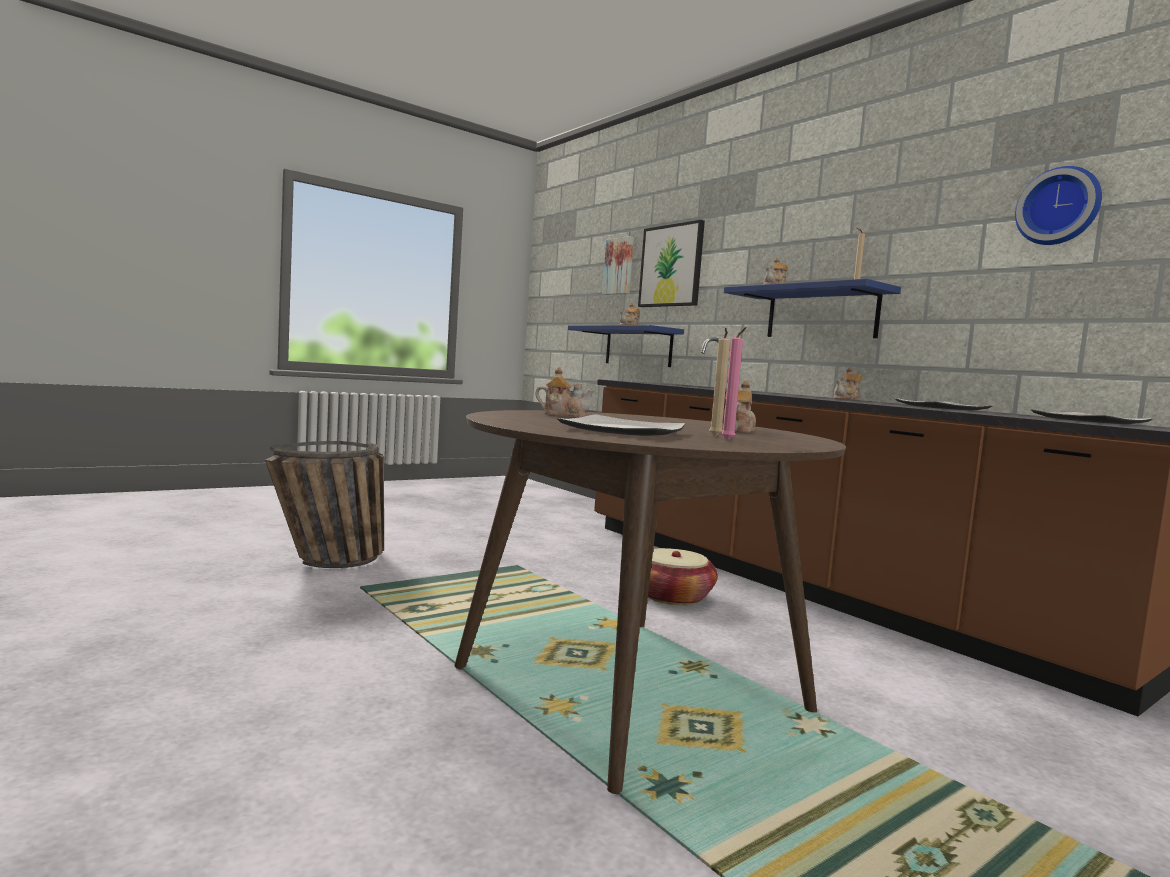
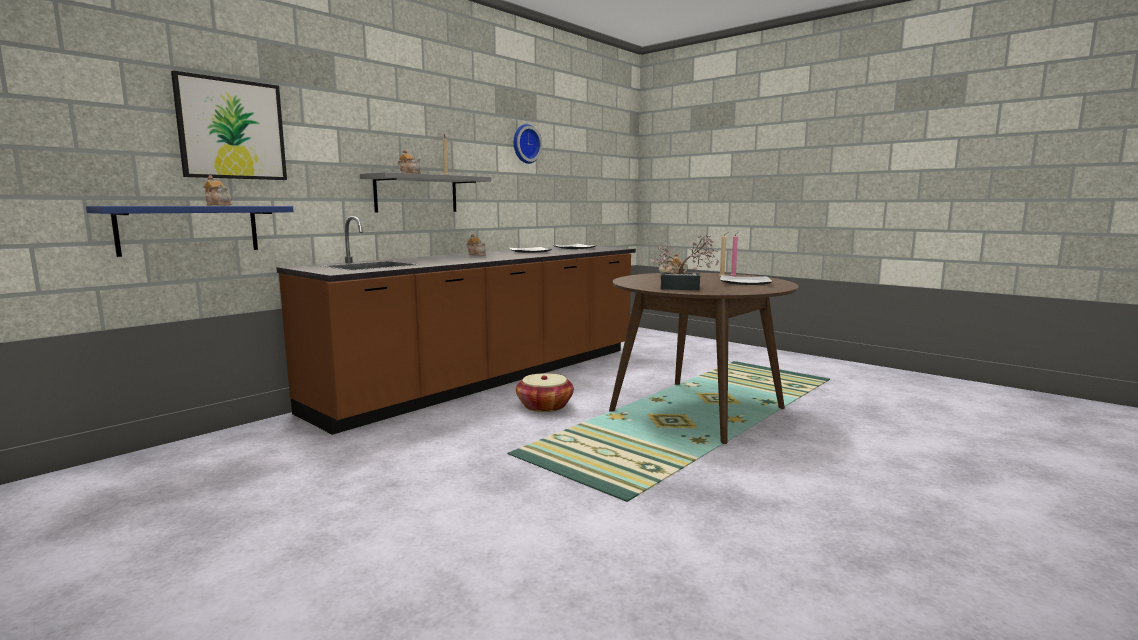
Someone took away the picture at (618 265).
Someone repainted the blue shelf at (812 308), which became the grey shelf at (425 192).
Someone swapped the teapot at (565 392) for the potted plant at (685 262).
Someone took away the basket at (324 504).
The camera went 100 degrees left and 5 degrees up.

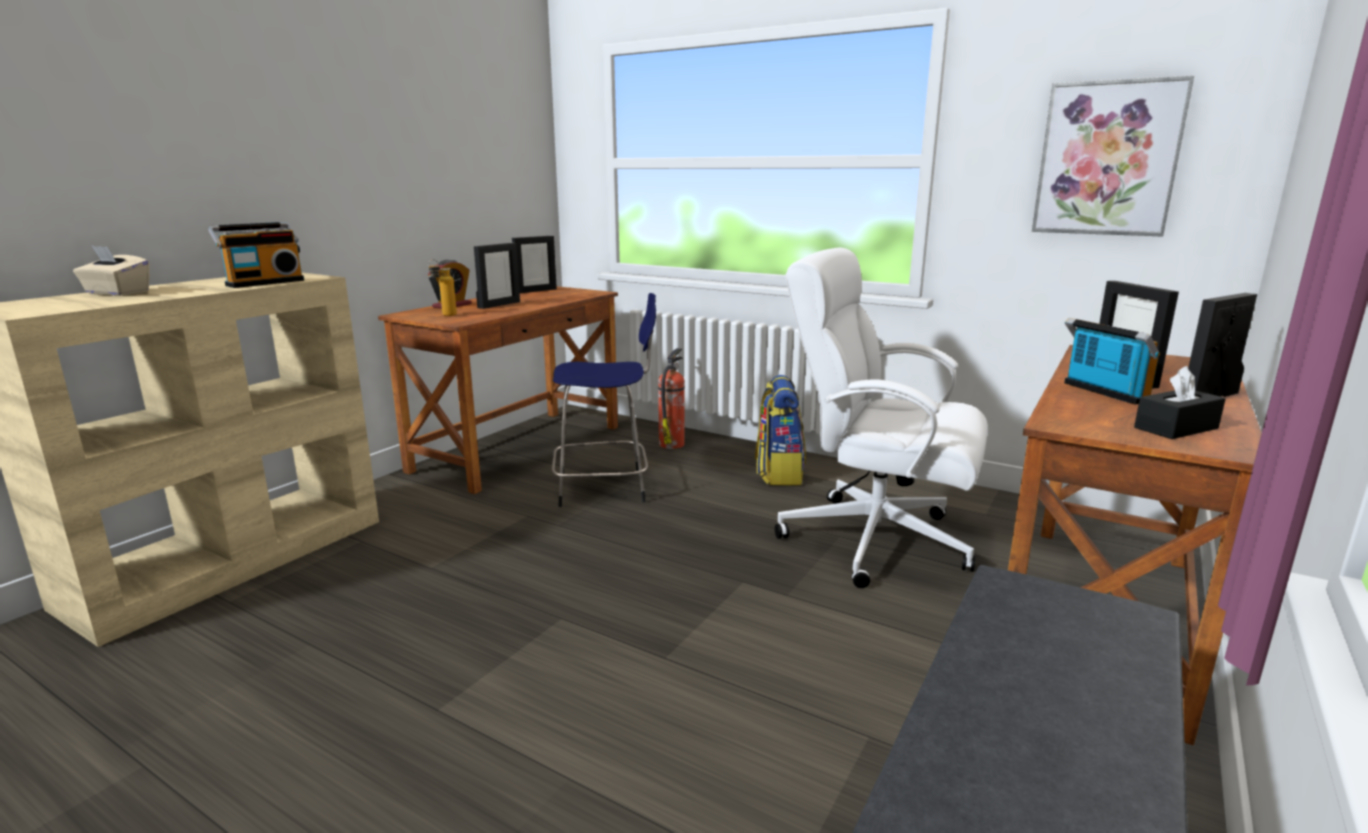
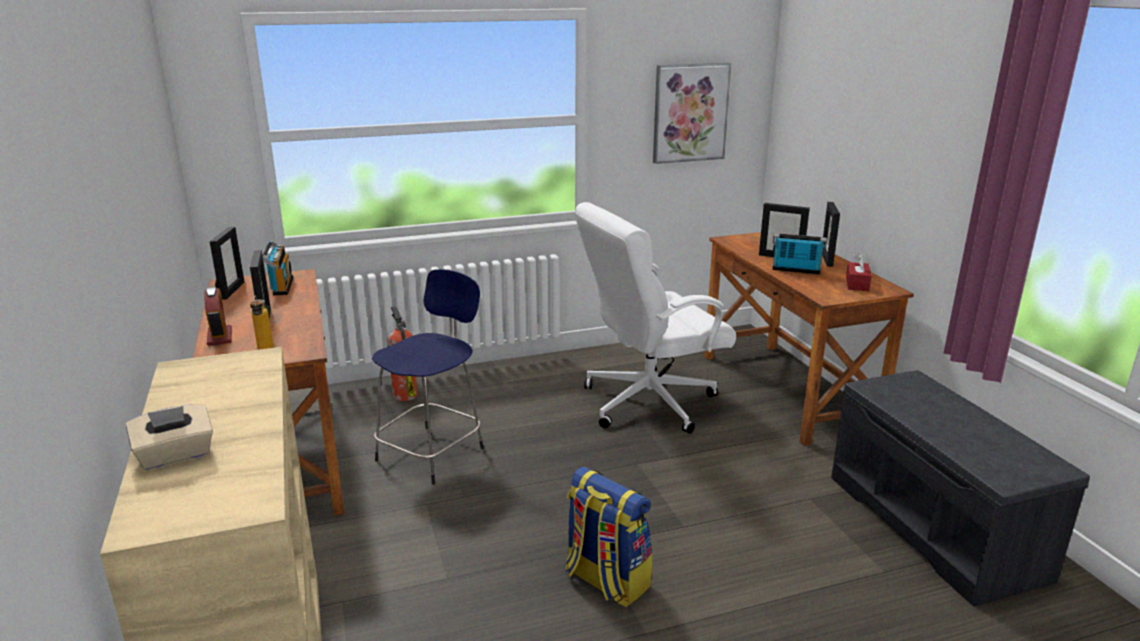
Someone carried the radio from (256 255) to (278 267).
Someone repainted the black tissue box at (1179 402), which became the red tissue box at (859 272).
Someone carried the backpack from (780 430) to (608 537).
The camera went 50 degrees left and 5 degrees up.

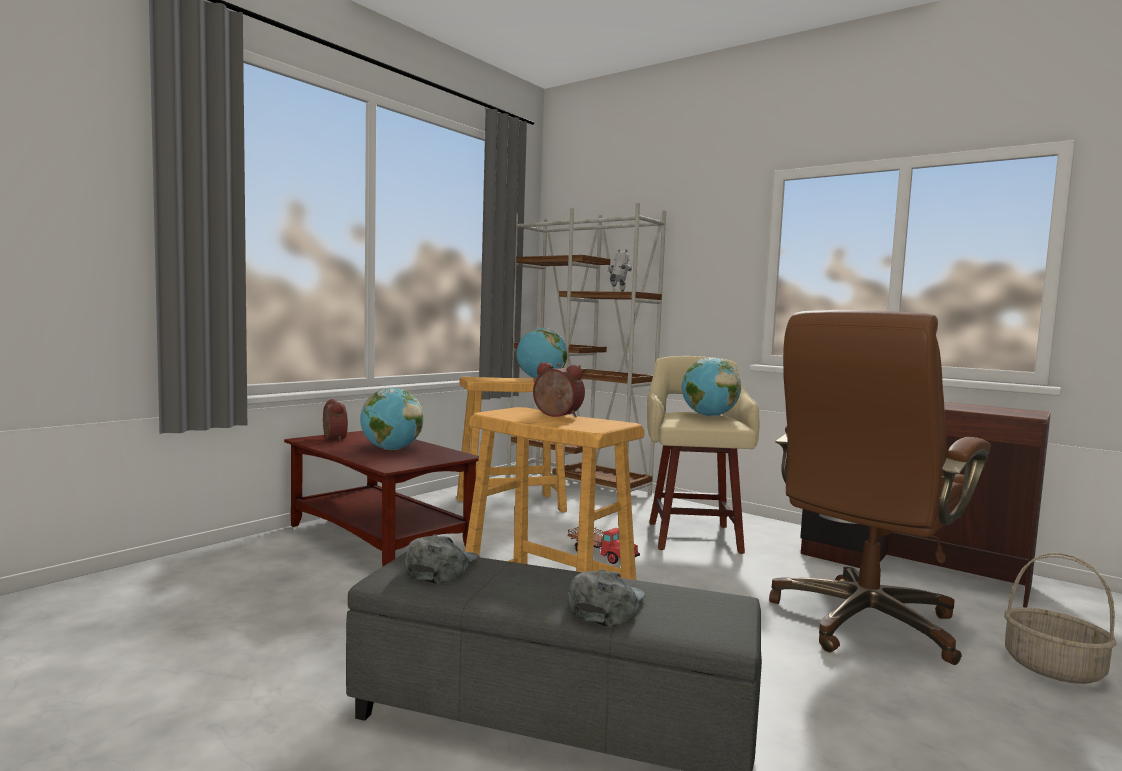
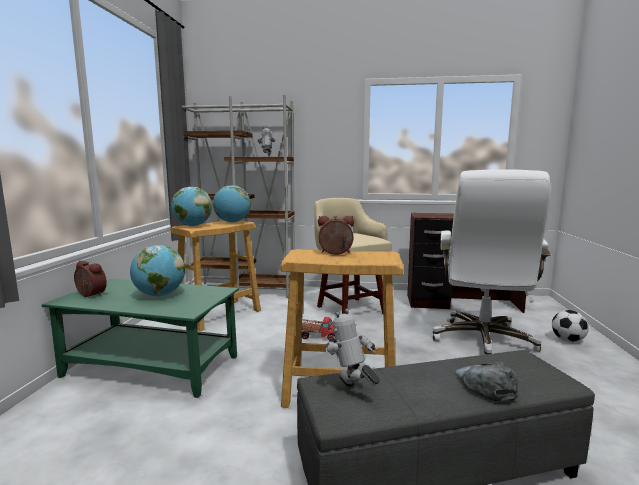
Someone repainted the brown office chair at (880 487), which became the white office chair at (492 262).
Someone carried the globe from (711 387) to (191 206).
Someone repainted the brown coffee table at (381 498), which became the green coffee table at (140 338).
Someone swapped the grey cap at (442 559) for the toy robot at (352 348).
Someone swapped the basket at (1060 618) for the football at (570 326).
The camera went 30 degrees left and 5 degrees up.

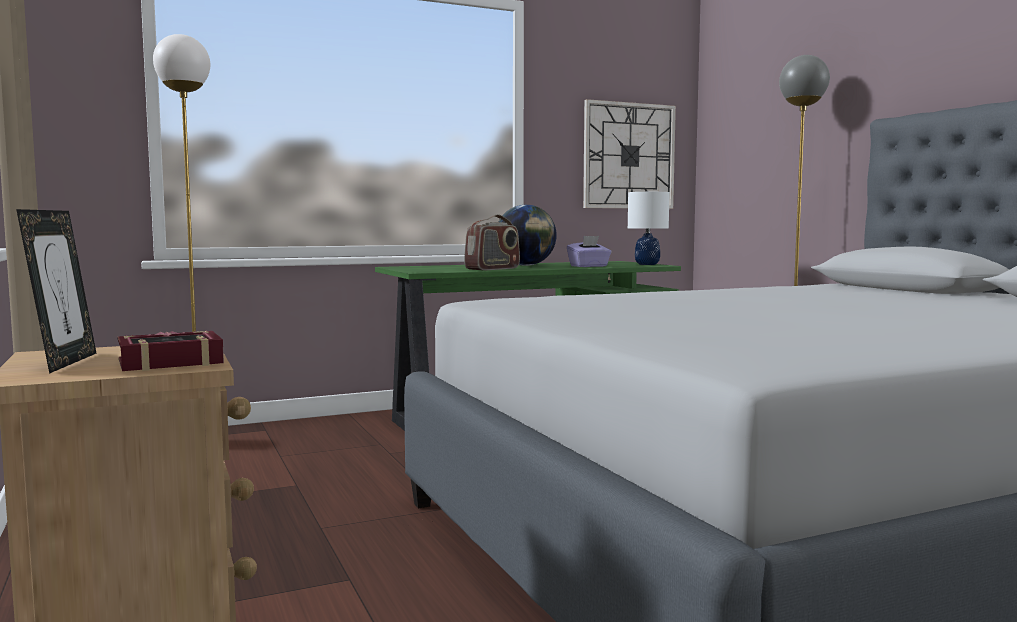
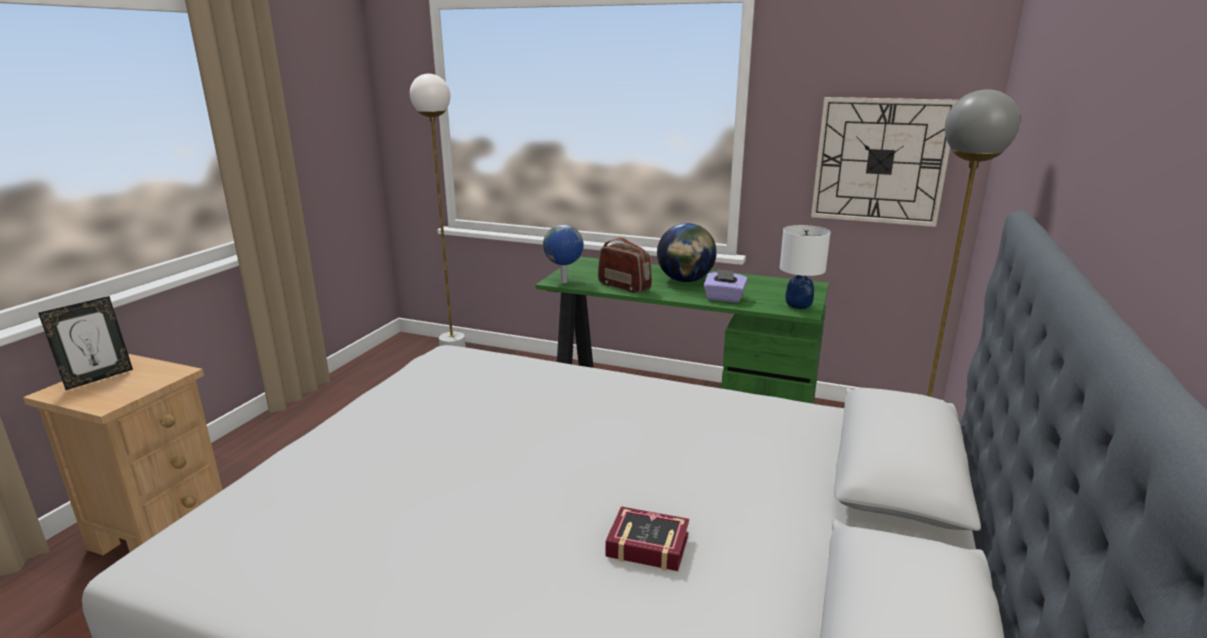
Someone rotated the radio at (492 242) by 135 degrees counterclockwise.
Someone carried the book from (171 350) to (647 538).
Someone put down the globe at (563 254).
The camera went 45 degrees right and 15 degrees up.

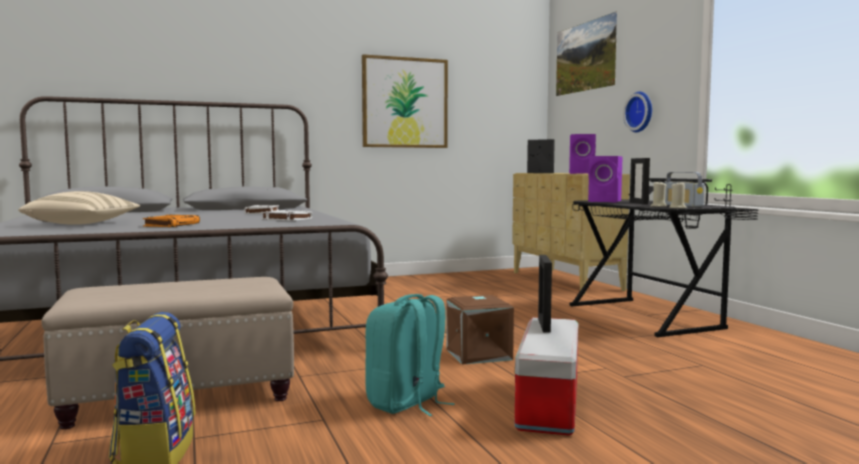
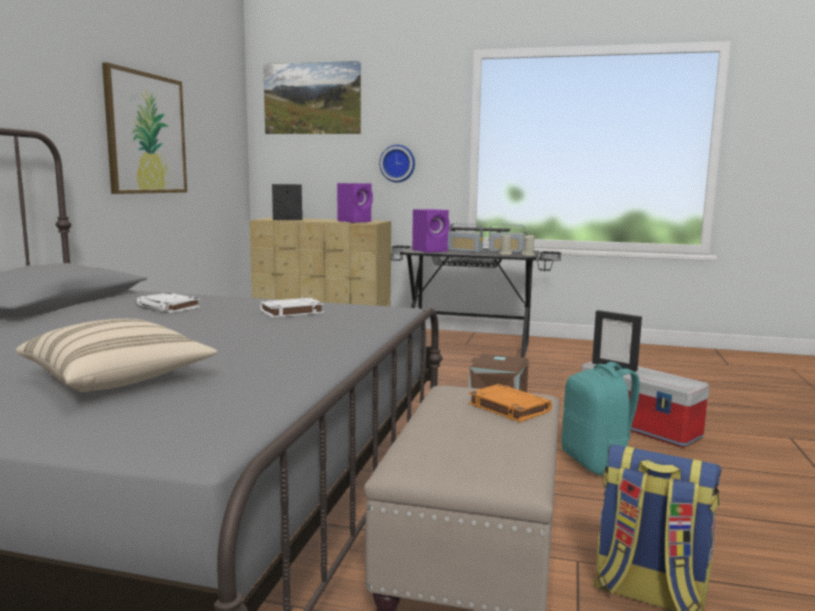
Someone swapped the picture frame at (640 181) for the radio at (465 238).
Someone carried the orange book from (171 220) to (510 403).
The camera went 55 degrees left and 5 degrees up.

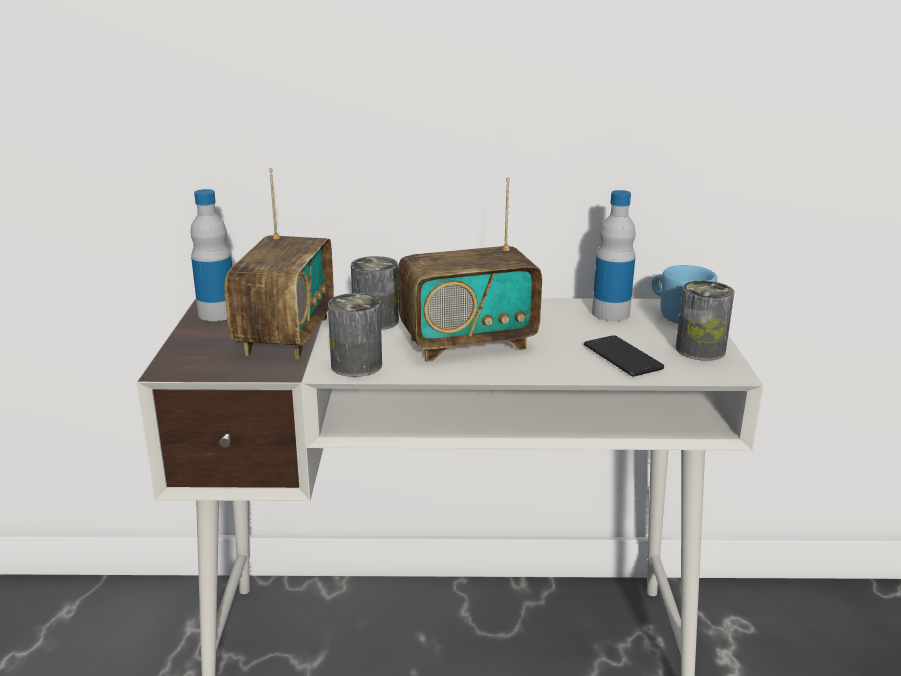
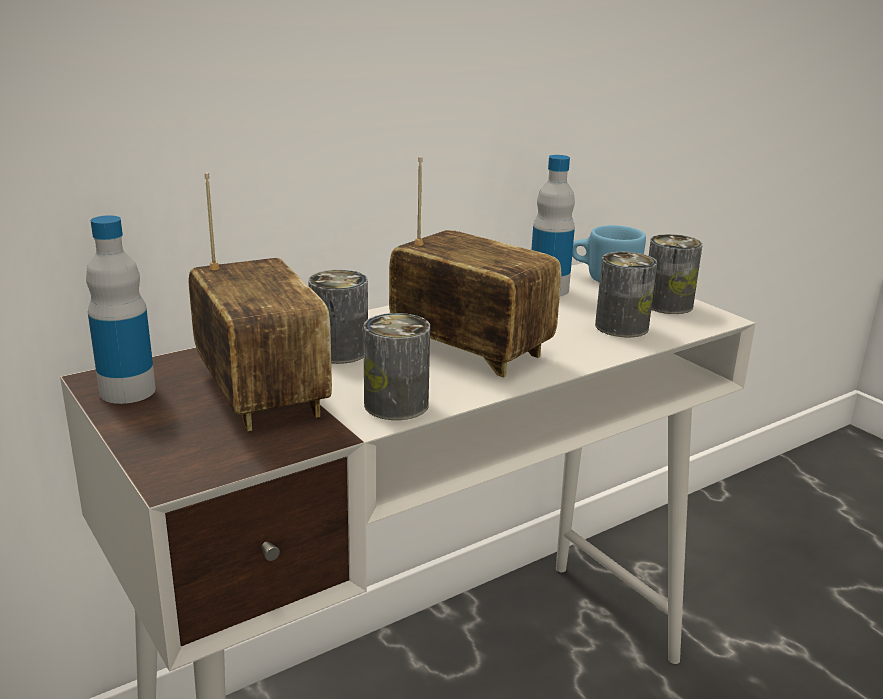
Someone rotated the radio at (470 270) by 90 degrees counterclockwise.
Someone swapped the phone at (624 356) for the can at (626 295).
The camera went 35 degrees left and 0 degrees up.

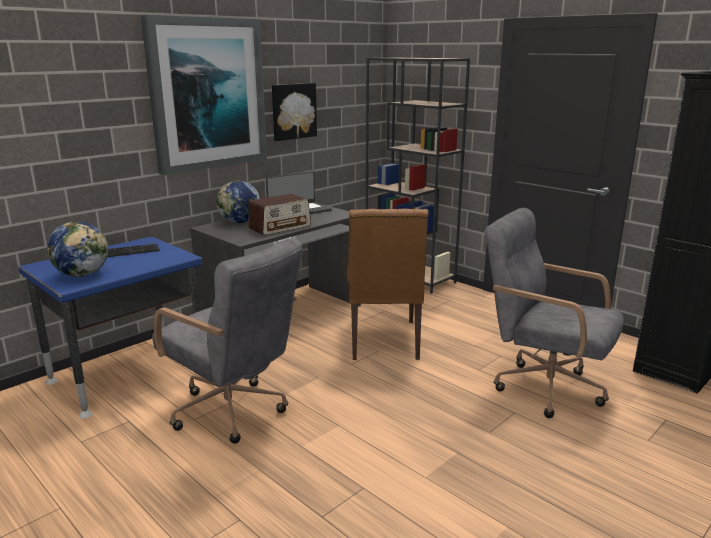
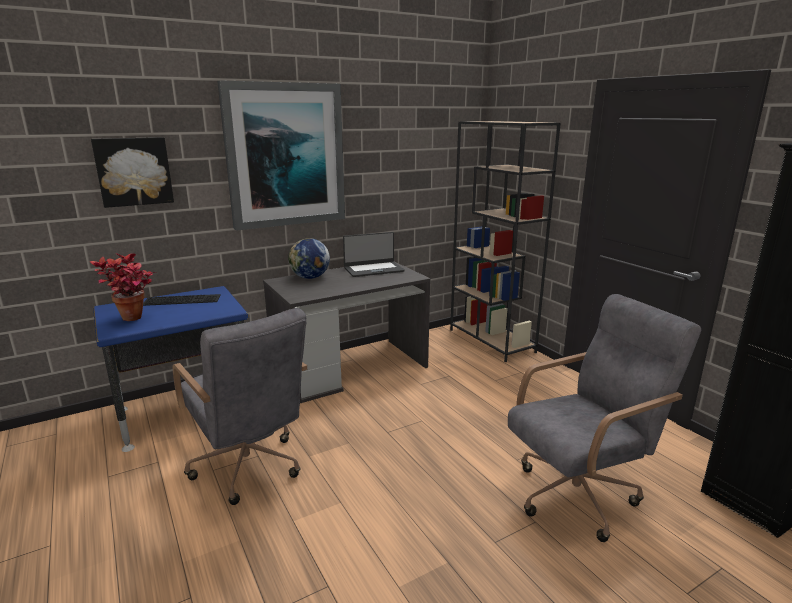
Someone carried the picture from (294 112) to (132 172).
Someone took away the radio at (279 215).
Someone rotated the grey office chair at (554 313) by 105 degrees clockwise.
Someone took away the brown chair at (388 284).
Someone swapped the globe at (77 249) for the potted plant at (122 287).
The camera went 15 degrees right and 0 degrees up.

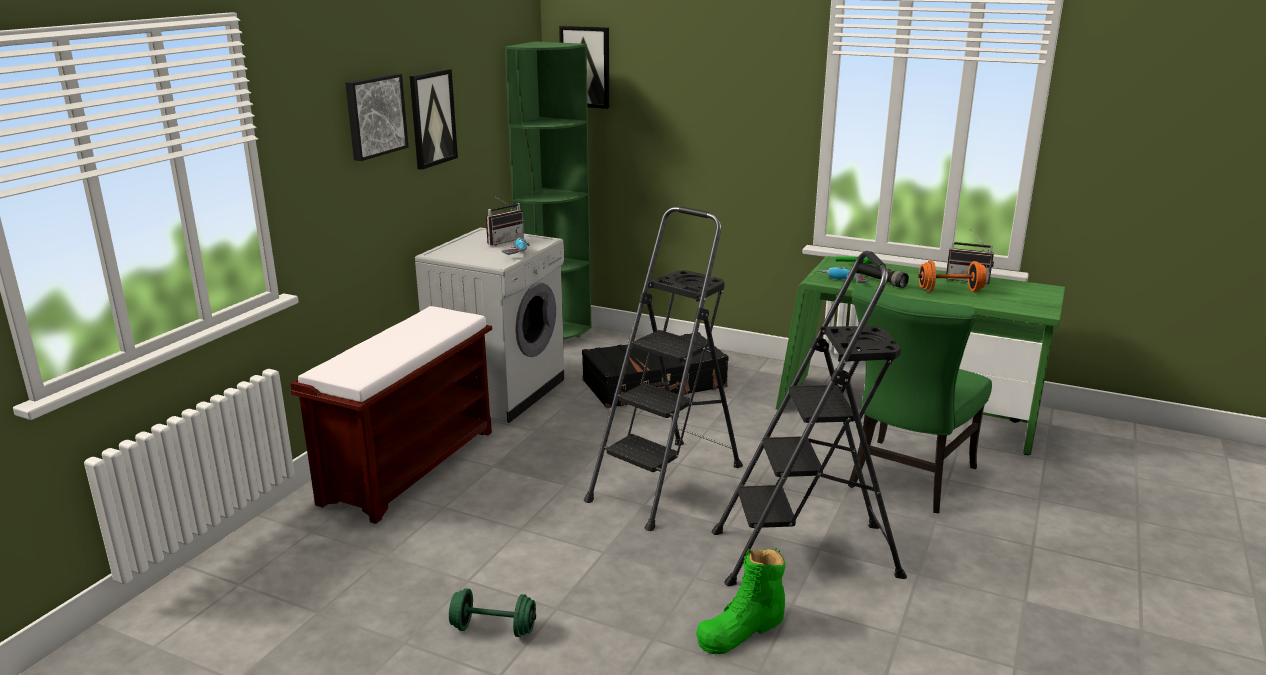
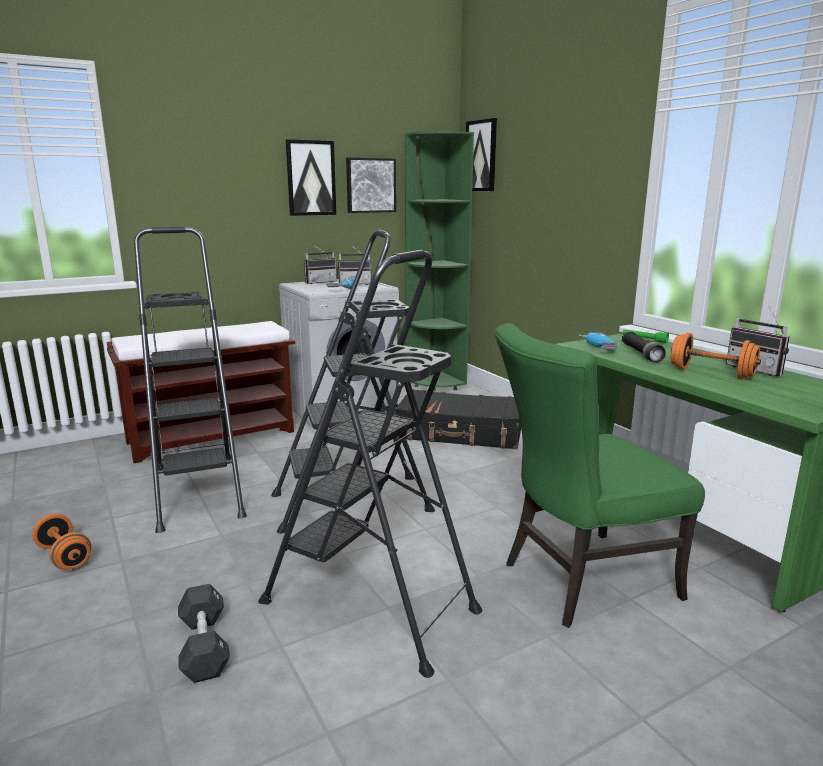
Someone carried the picture from (376 117) to (371 185).
Someone swapped the green boot at (740 601) for the black dumbbell at (204 633).
Someone repainted the green dumbbell at (492 612), which became the orange dumbbell at (61 542).
Someone put down the step ladder at (190 380).
Someone put down the radio at (320 264).
The camera went 35 degrees right and 5 degrees down.

